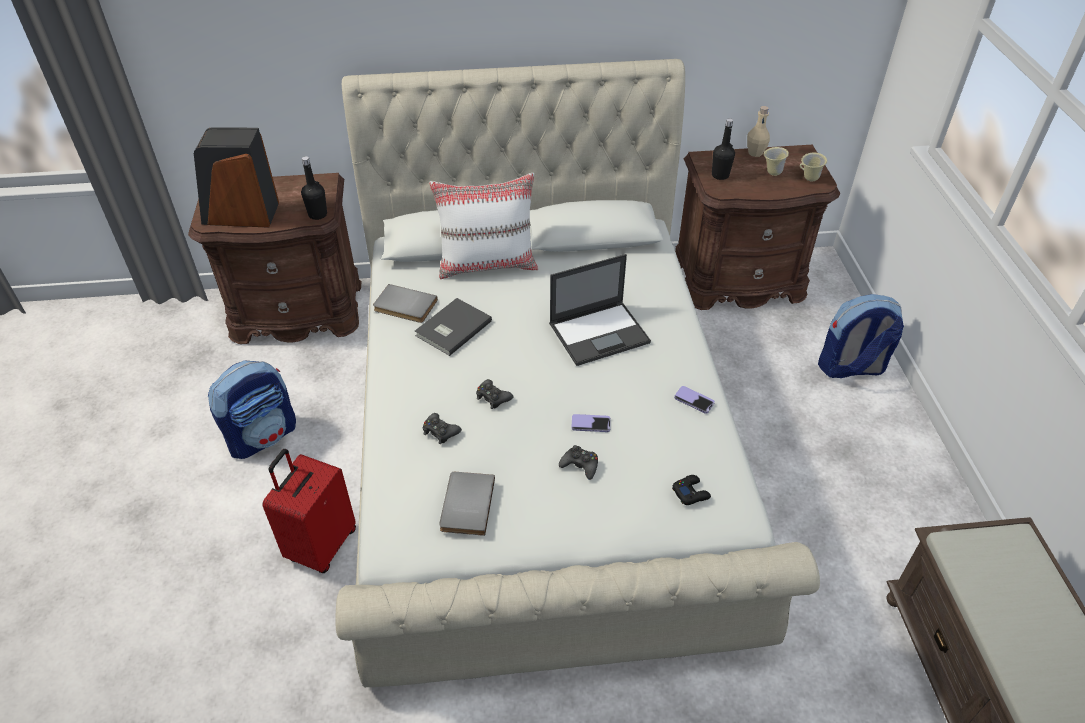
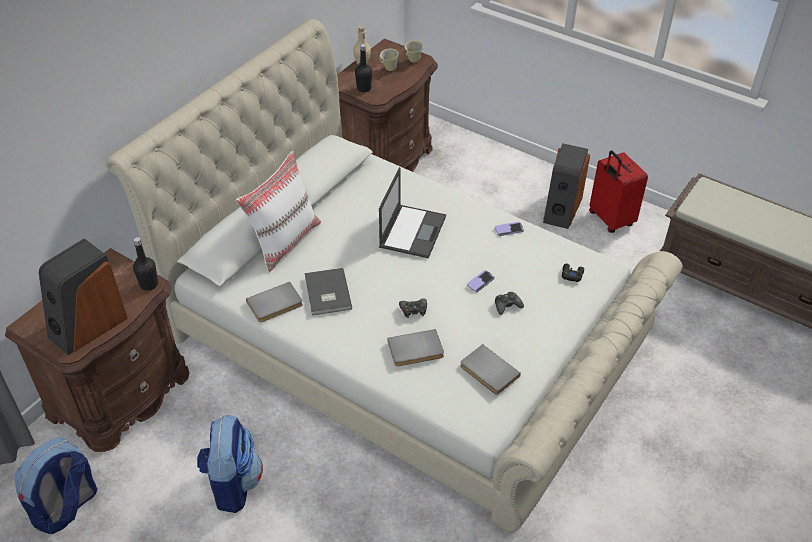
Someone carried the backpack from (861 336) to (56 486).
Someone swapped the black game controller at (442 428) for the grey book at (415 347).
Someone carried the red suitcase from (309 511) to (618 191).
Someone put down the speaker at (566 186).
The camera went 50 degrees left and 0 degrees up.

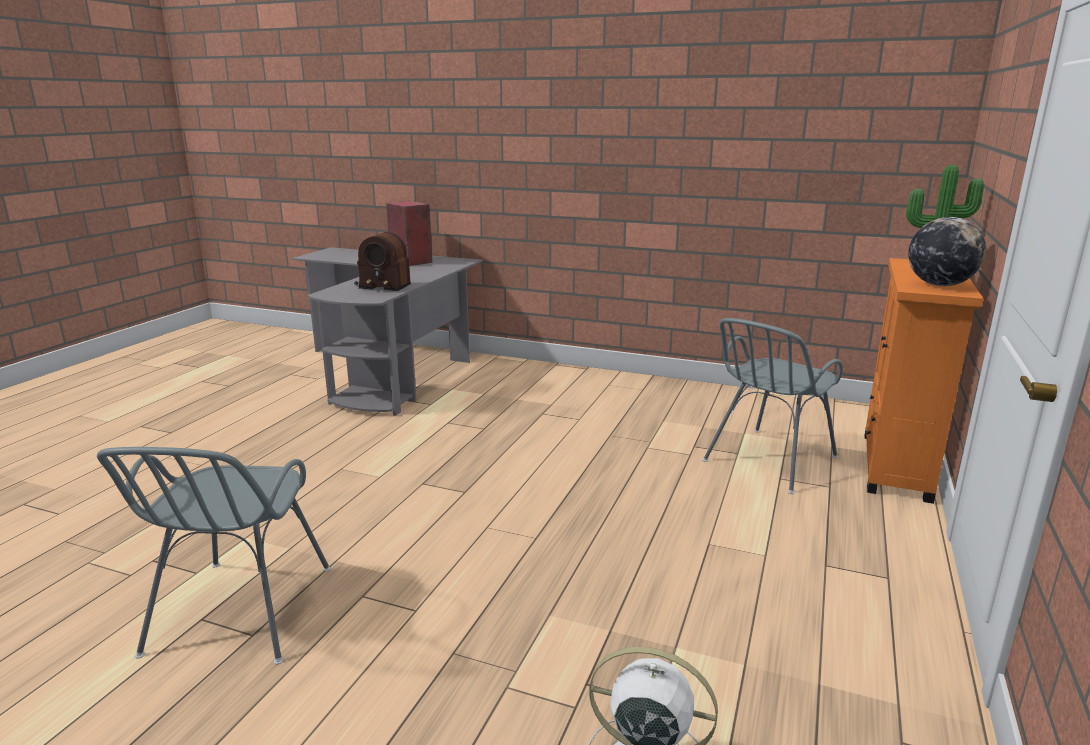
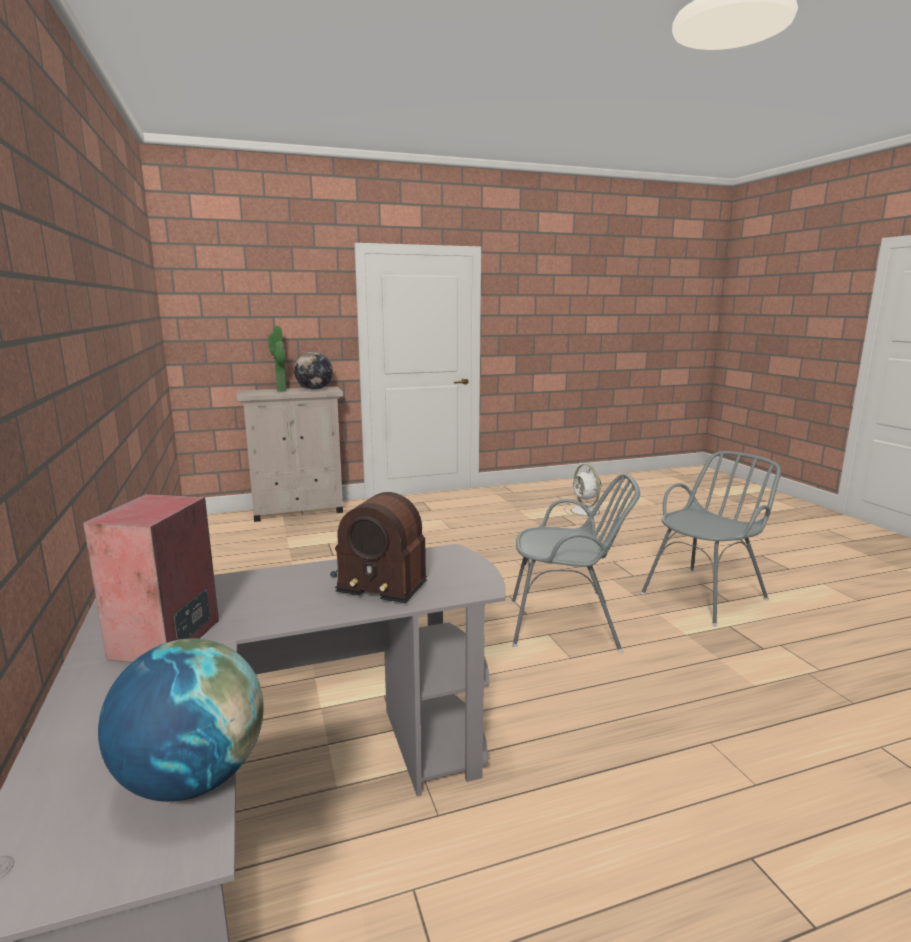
Someone rotated the radio at (382 261) by 135 degrees clockwise.
Someone repainted the orange cabinet at (923 381), which became the beige cabinet at (290 454).
Someone carried the grey chair from (772 406) to (575 563).
Someone put down the globe at (181 720).
The camera went 130 degrees left and 5 degrees down.

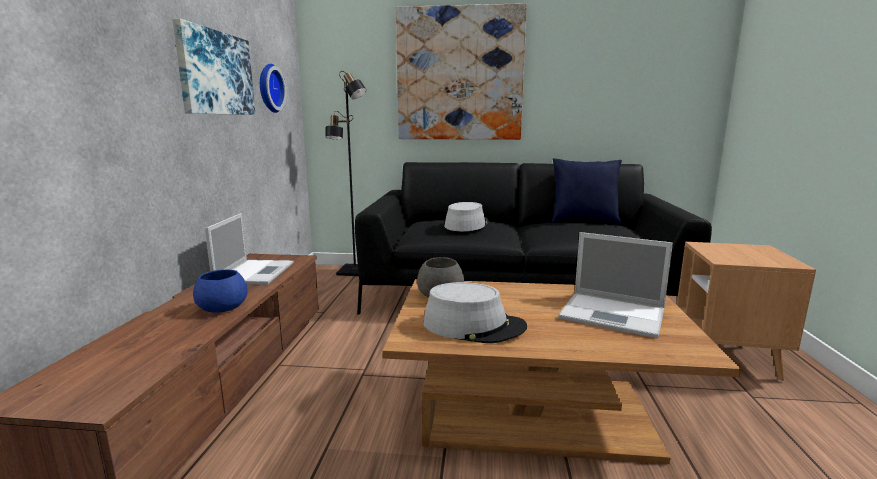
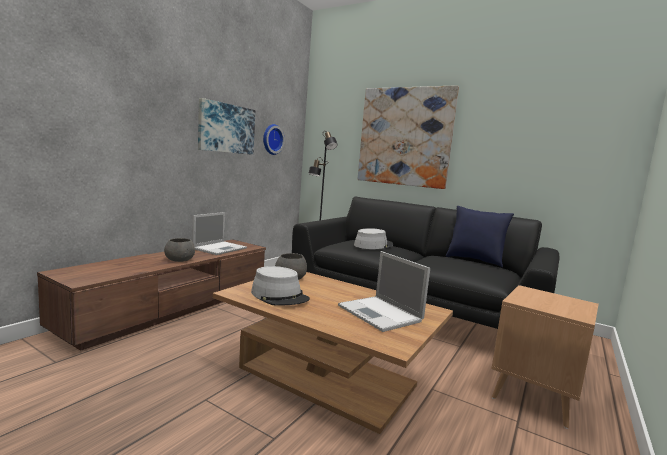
Someone repainted the blue bowl at (220 291), which became the grey bowl at (179 250).
The camera went 25 degrees right and 5 degrees down.

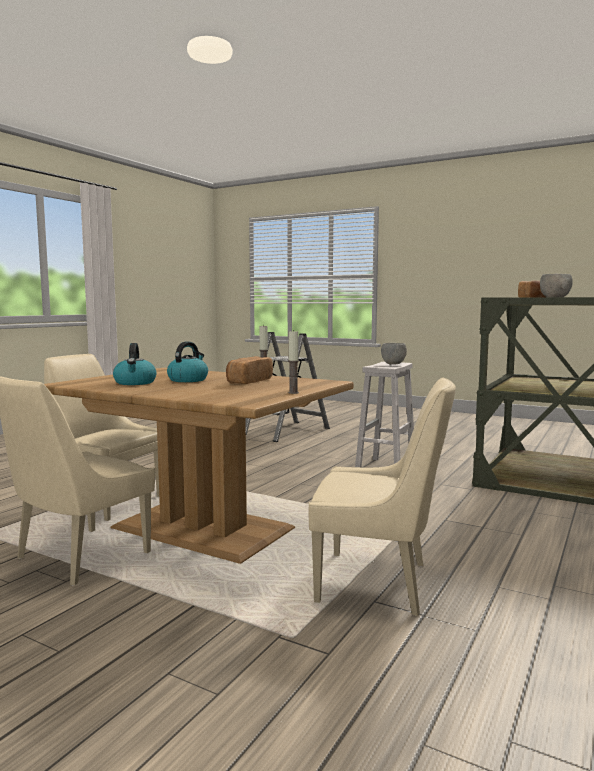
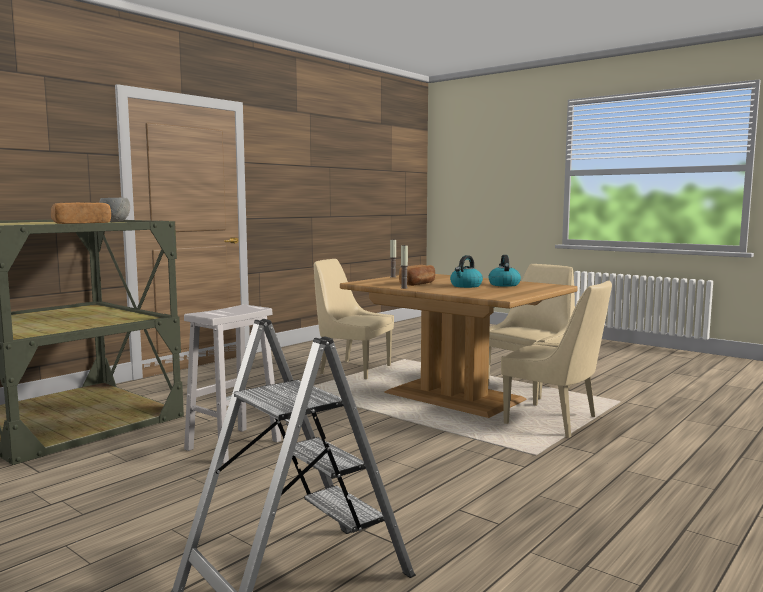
Someone took away the grey bowl at (394 354).
The camera went 170 degrees left and 0 degrees up.

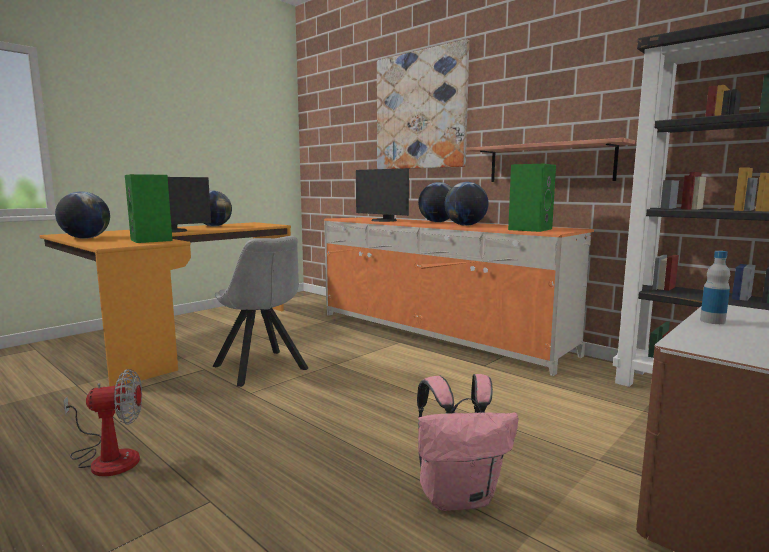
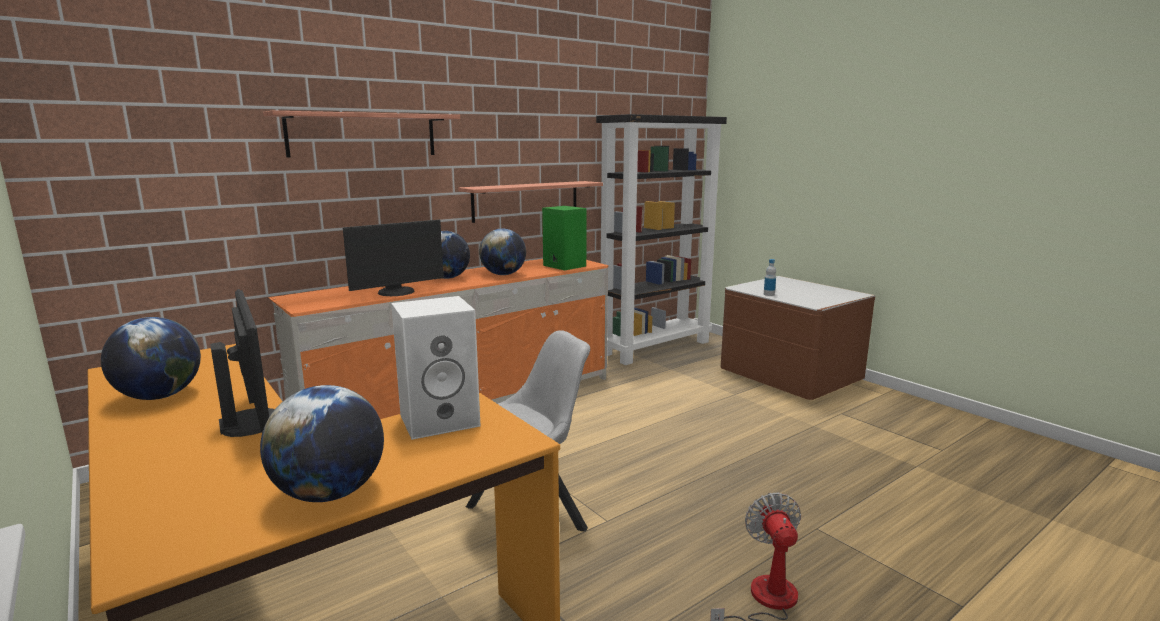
Someone swapped the picture at (423 104) for the shelf at (361 133).
Someone repainted the green speaker at (148 208), which became the white speaker at (436 368).
Someone took away the pink backpack at (467 442).
The camera went 80 degrees left and 5 degrees up.

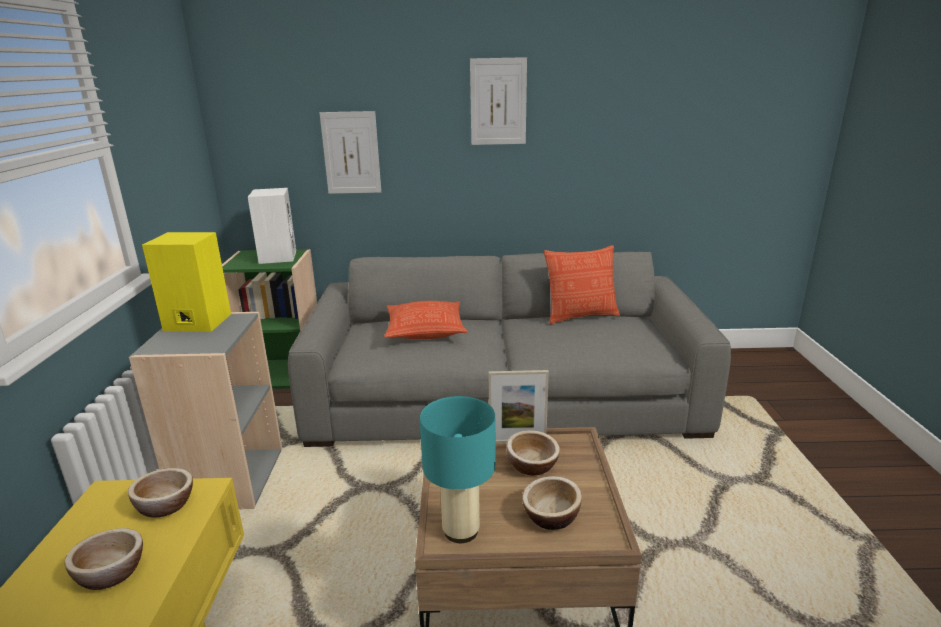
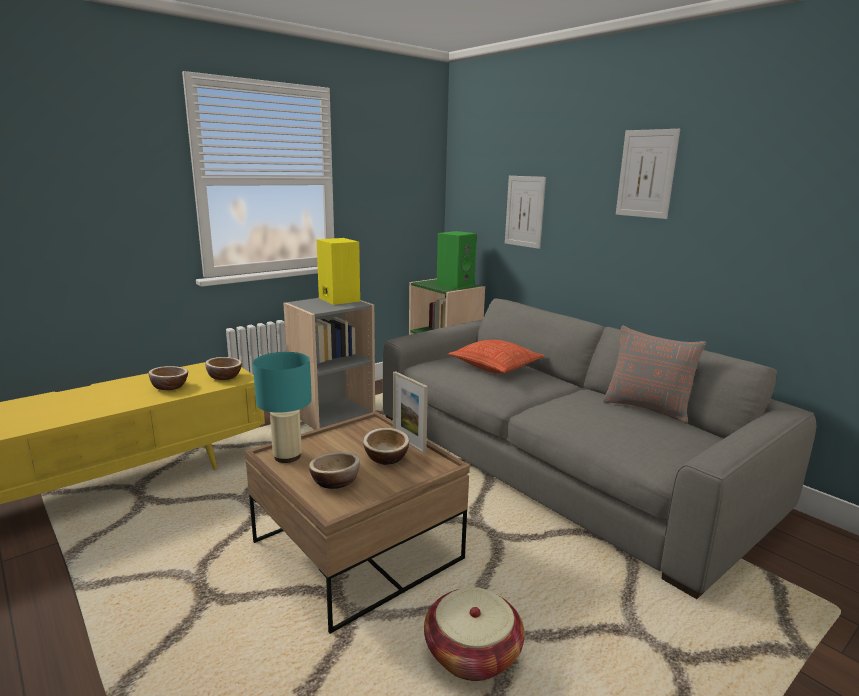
Someone repainted the white speaker at (272 226), which became the green speaker at (456 260).
Someone repainted the orange pillow at (582 285), which became the grey pillow at (654 374).
Someone put down the basket at (474 634).
The camera went 50 degrees right and 5 degrees down.

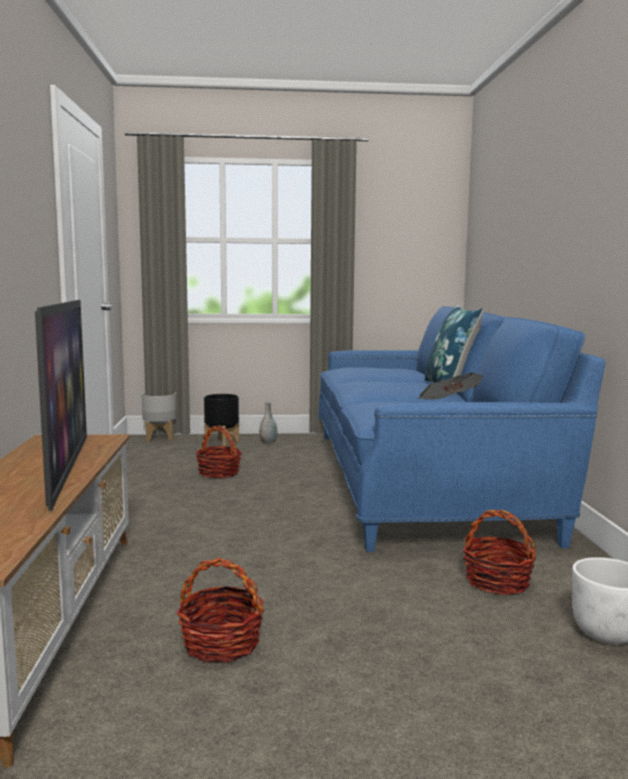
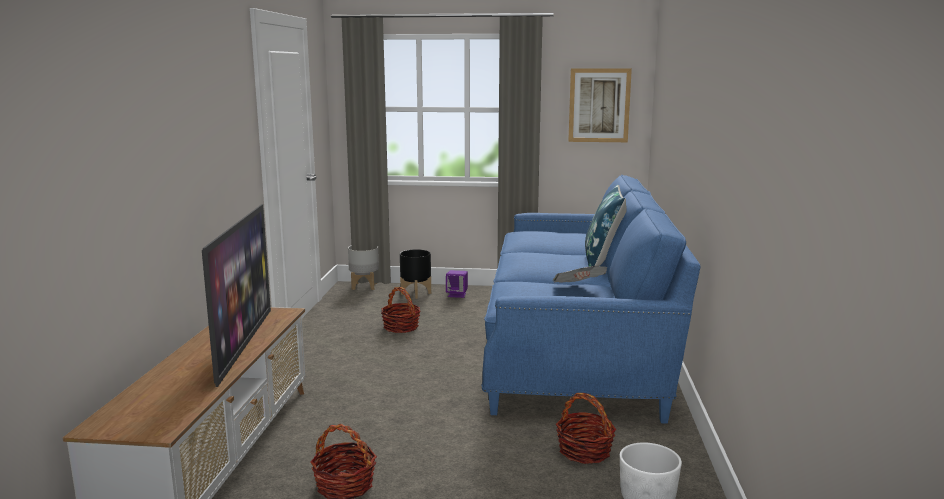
Someone swapped the grey vase at (268 422) for the purple speaker at (457 284).
Someone put up the picture at (600 105).
The camera went 10 degrees right and 5 degrees up.

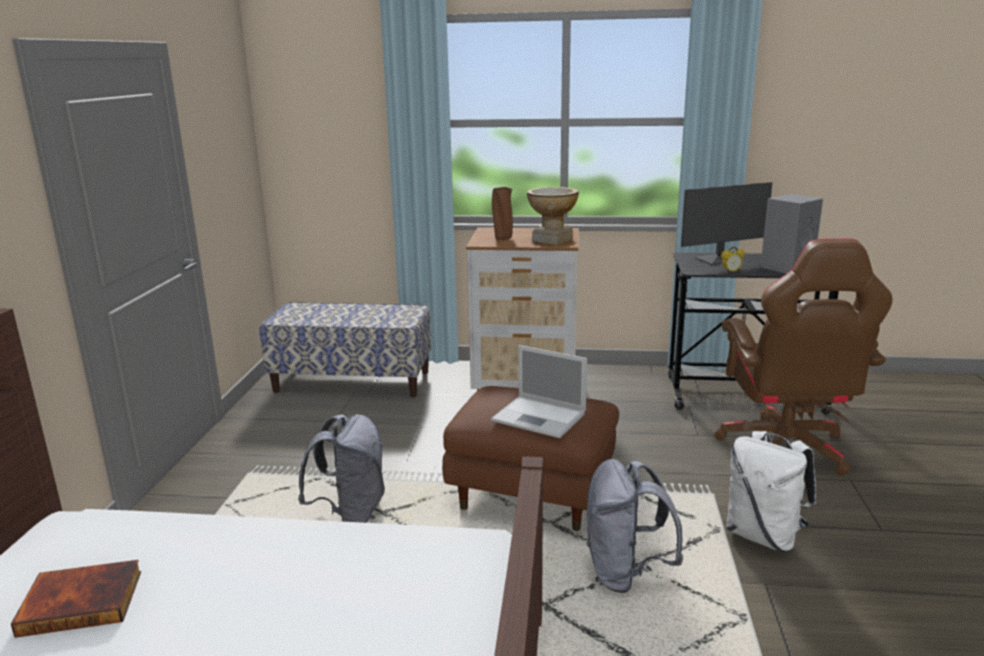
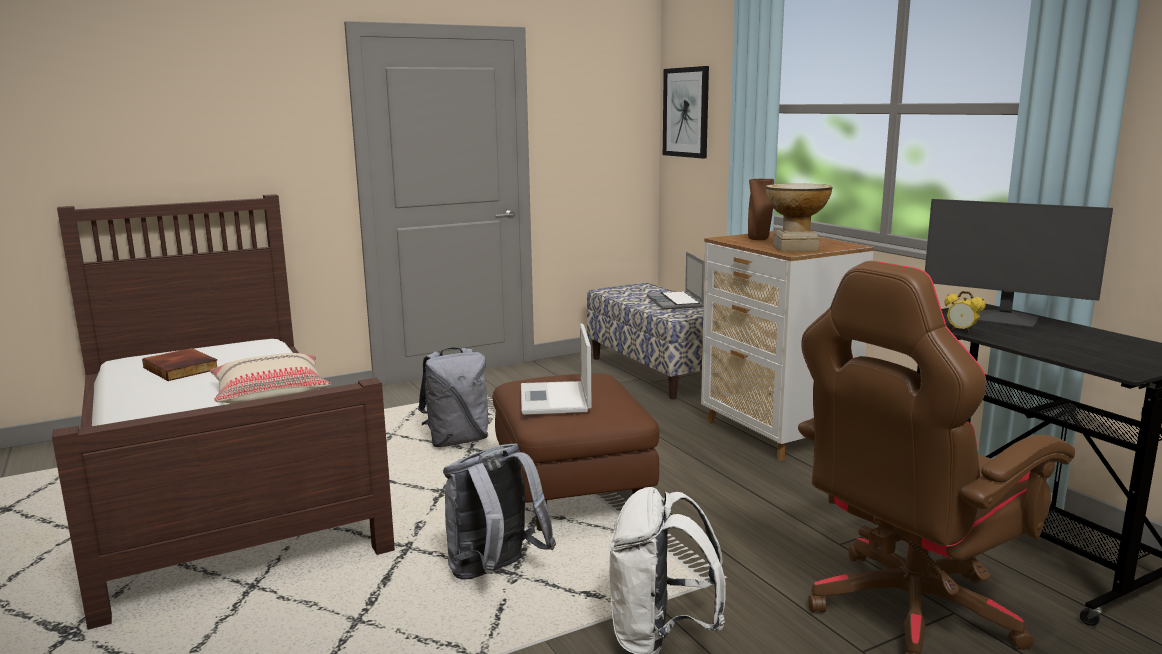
Someone took away the grey speaker at (791 234).
Someone put up the picture at (686 112).
Someone put down the laptop at (676 280).
Someone put down the beige pillow at (270 378).
The camera went 55 degrees right and 5 degrees down.

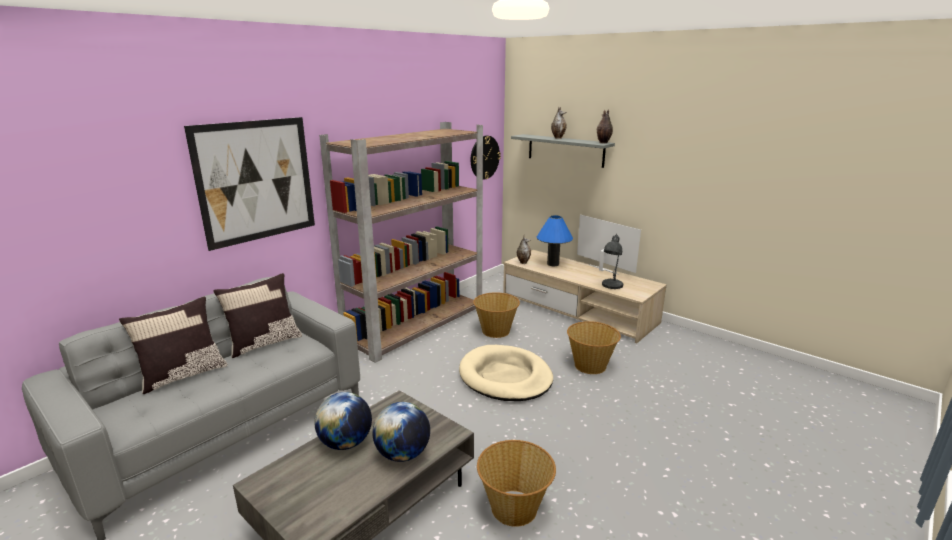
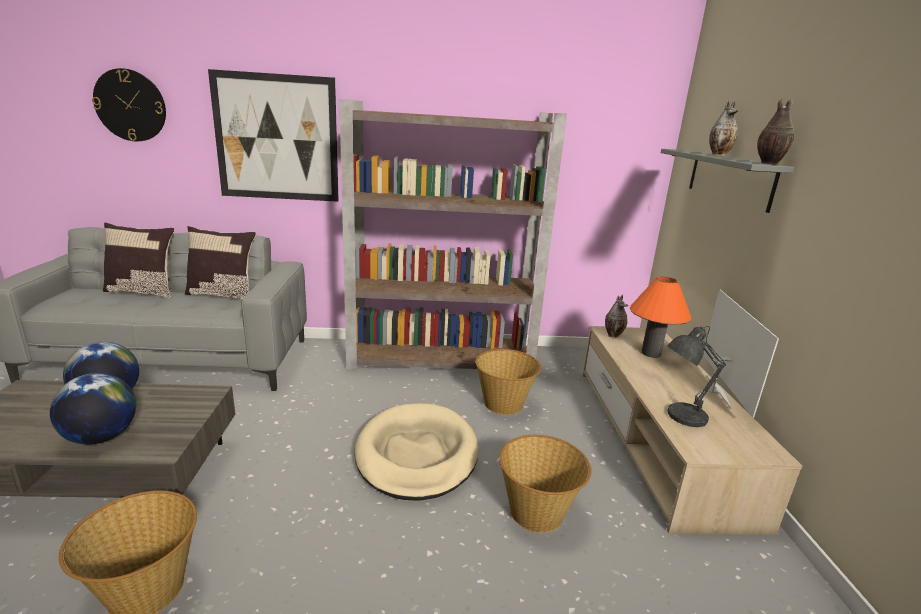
Someone carried the wall clock from (486 157) to (129 104).
Someone repainted the blue table lamp at (555 240), which became the orange table lamp at (660 317).
The camera went 45 degrees right and 0 degrees up.

